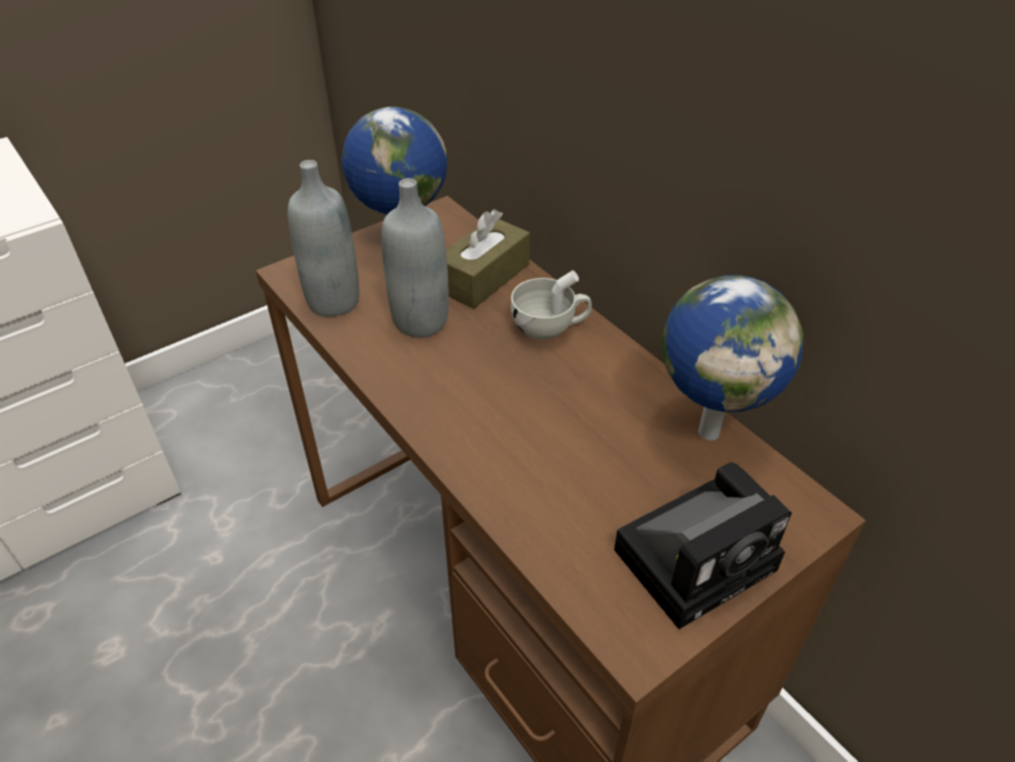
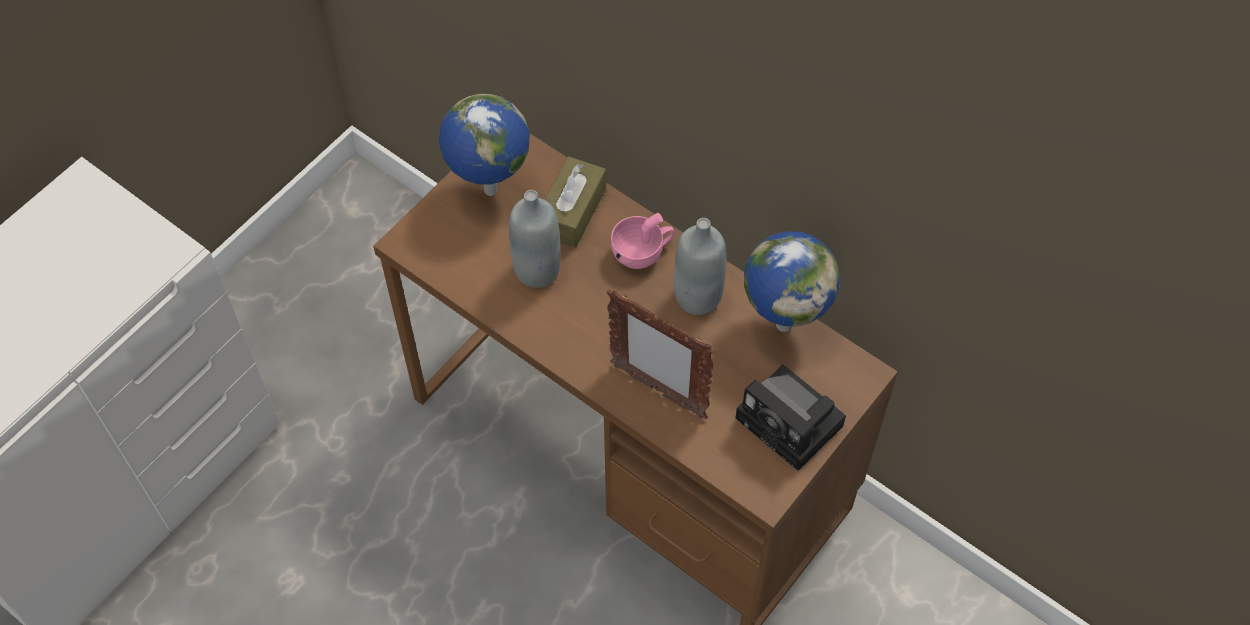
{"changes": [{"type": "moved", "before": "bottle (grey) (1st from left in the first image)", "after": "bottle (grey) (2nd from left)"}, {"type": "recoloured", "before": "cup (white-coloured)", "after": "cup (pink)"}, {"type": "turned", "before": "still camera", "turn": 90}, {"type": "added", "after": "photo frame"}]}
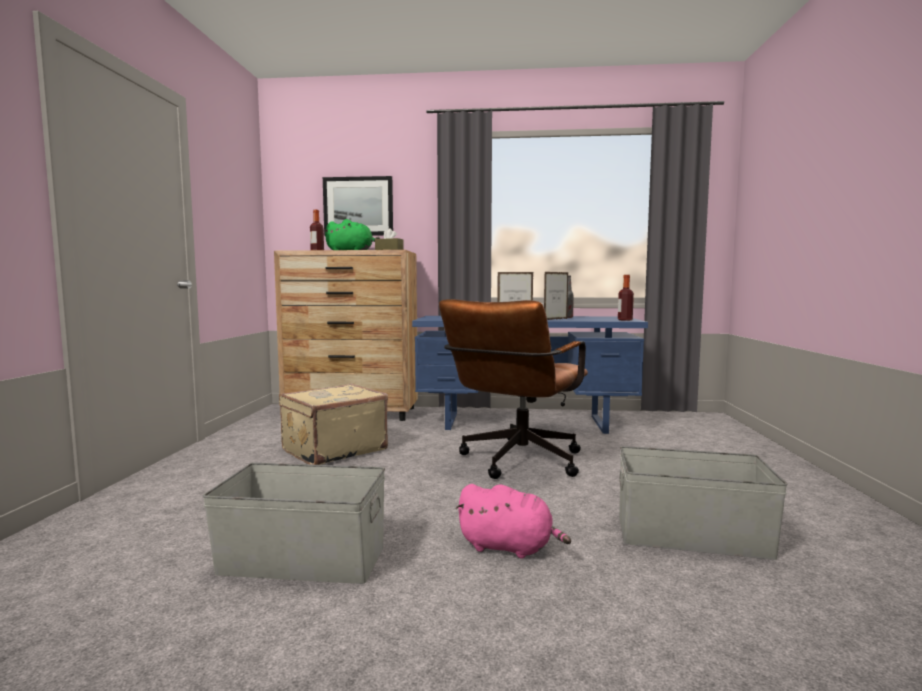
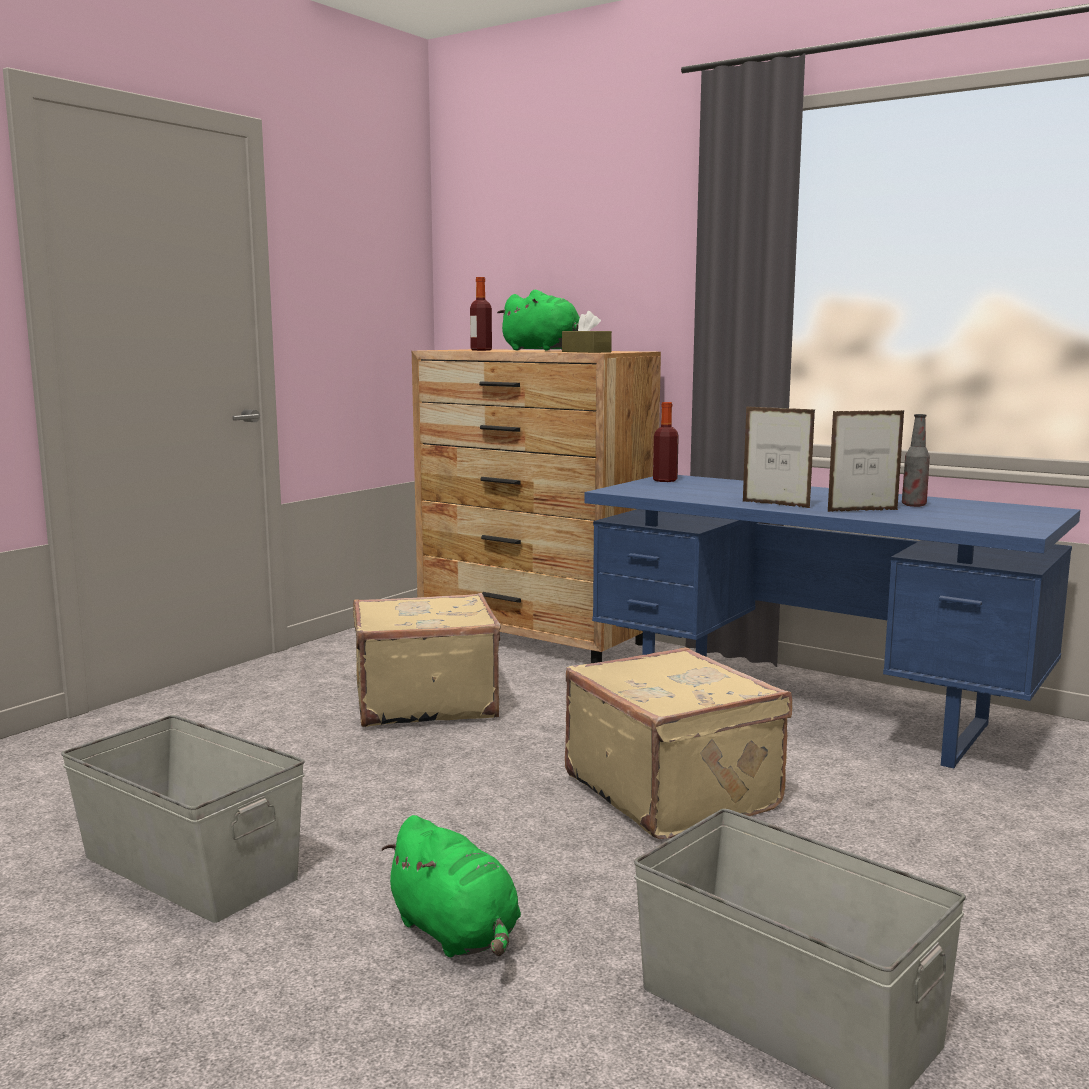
{"changes": [{"type": "removed", "before": "wall picture"}, {"type": "moved", "before": "bottle (3rd from left in the first image)", "after": "bottle (2nd from left)"}, {"type": "replaced", "before": "office chair (brownish)", "after": "suitcase (beige) (2nd from left)"}, {"type": "recoloured", "before": "plush toy (pink)", "after": "plush toy (green-coloured) (1st from left)"}]}
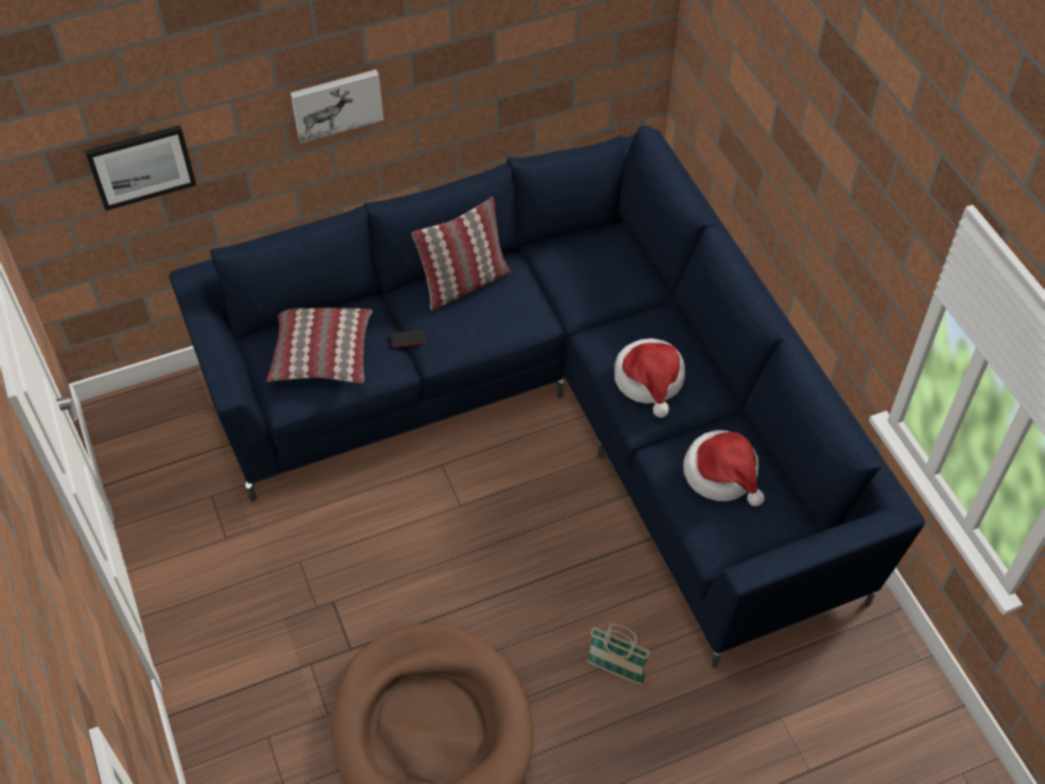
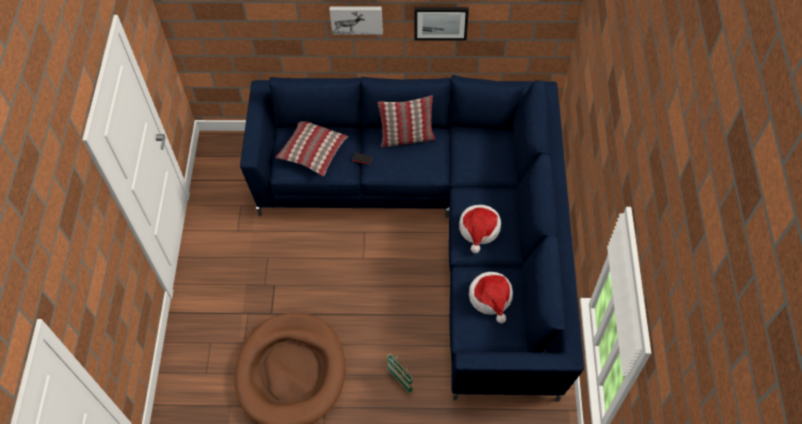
{"changes": [{"type": "moved", "before": "wall picture (1st from left in the first image)", "after": "wall picture (2nd from left)"}]}
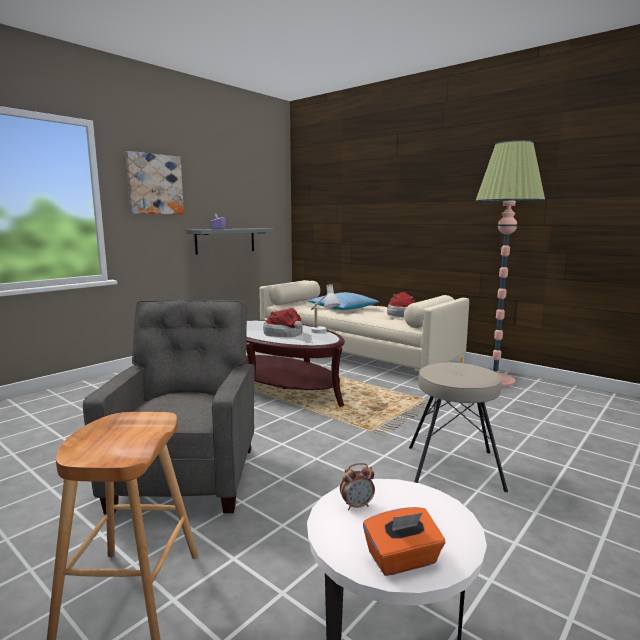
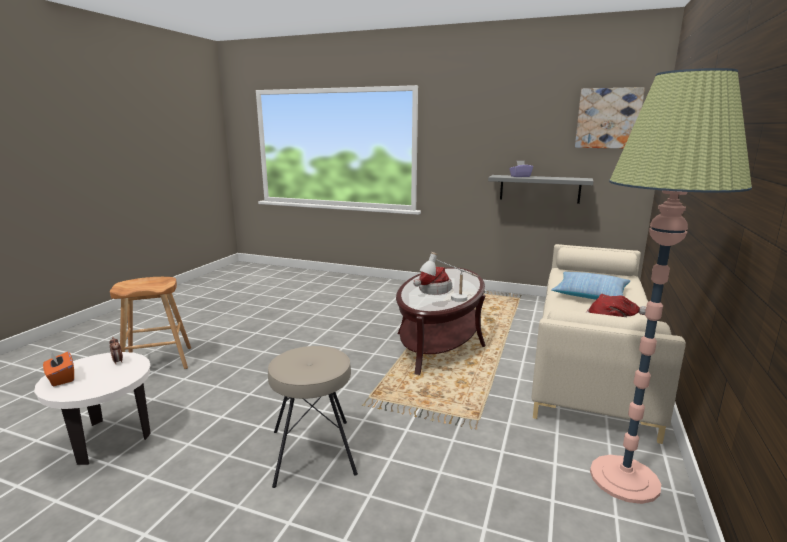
{"changes": [{"type": "moved", "before": "wall picture"}, {"type": "removed", "before": "lounge chair (grey)"}]}
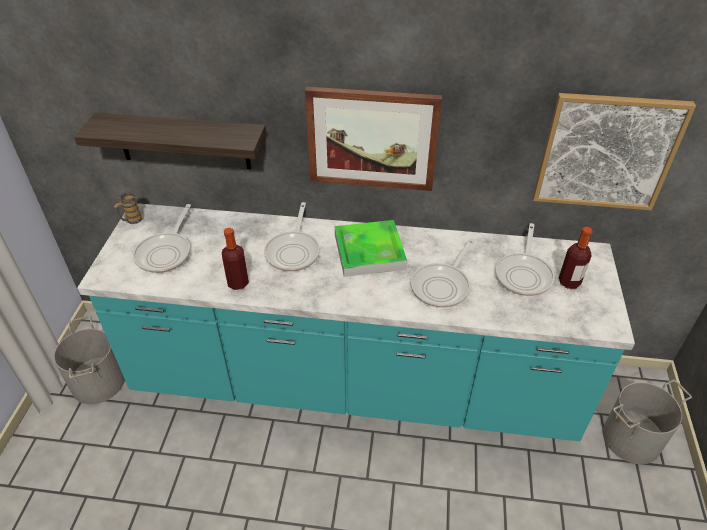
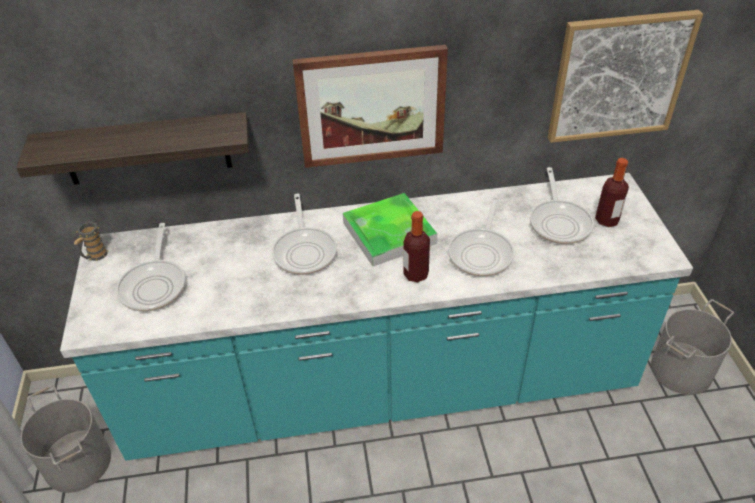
{"changes": [{"type": "moved", "before": "bottle (1st from left)"}]}
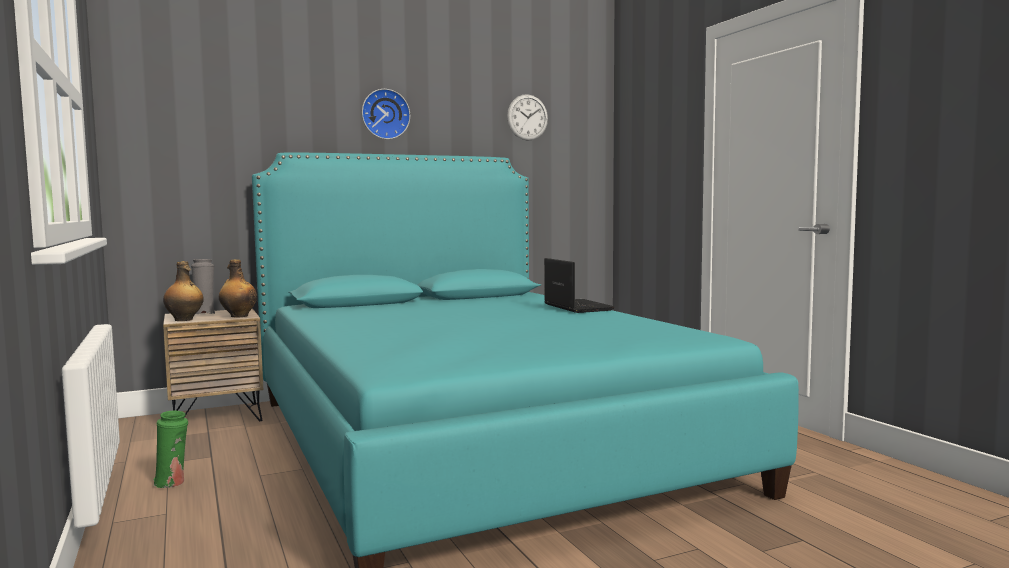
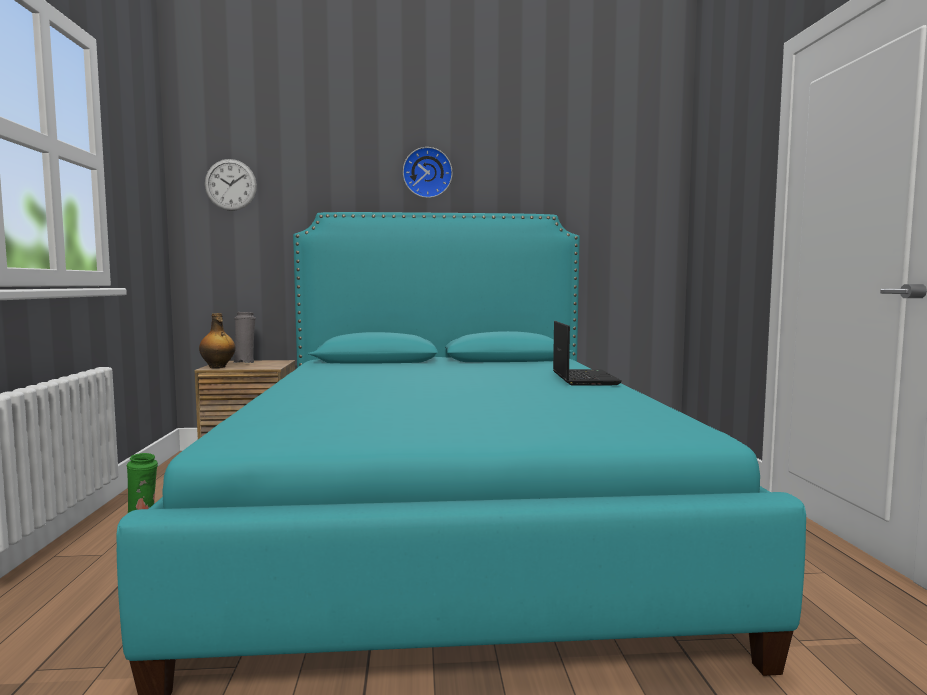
{"changes": [{"type": "moved", "before": "clock on the wall (2nd from left in the first image)", "after": "clock on the wall (1st from left)"}, {"type": "removed", "before": "bottle (2nd from left)"}]}
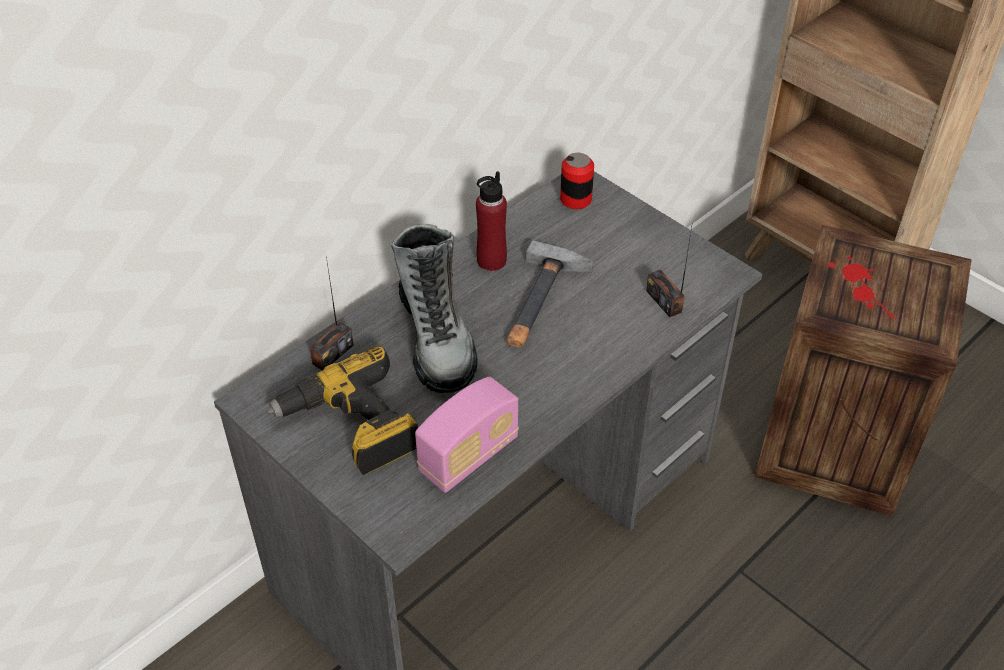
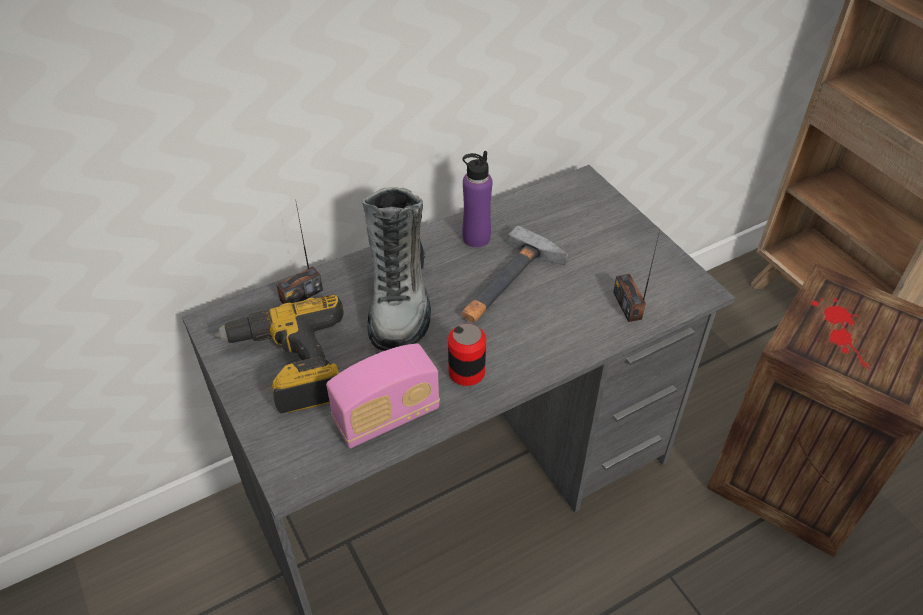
{"changes": [{"type": "moved", "before": "sealed can"}, {"type": "recoloured", "before": "bottle (red)", "after": "bottle (purplish)"}]}
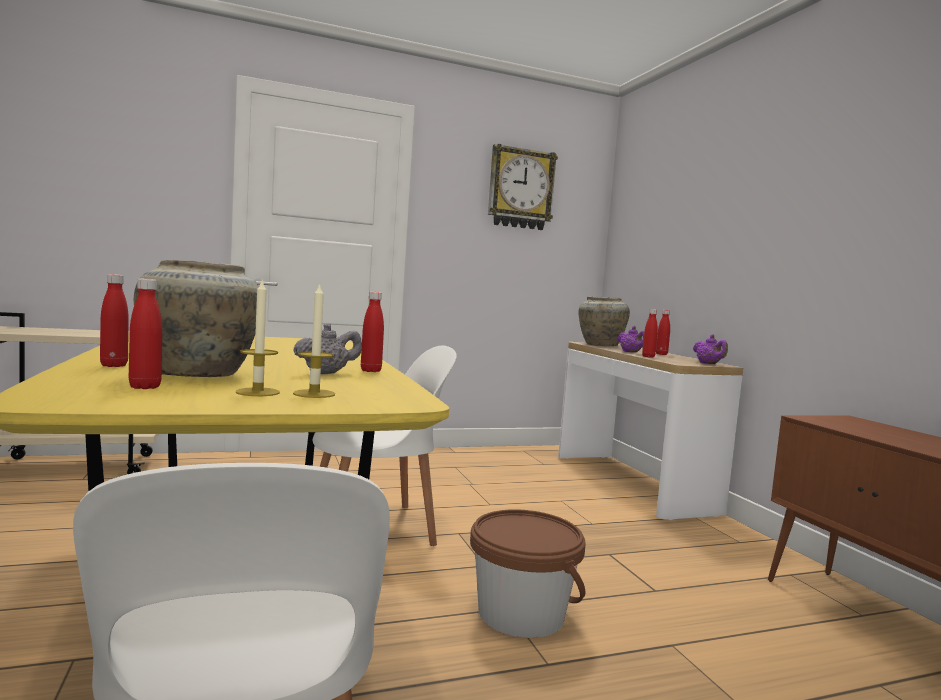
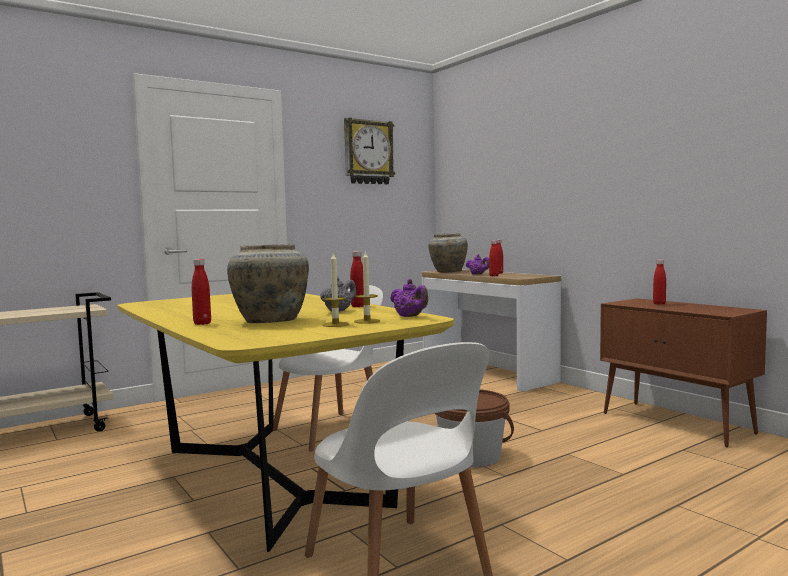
{"changes": [{"type": "moved", "before": "bottle (red) (2nd from left in the first image)", "after": "bottle (red) (5th from left)"}, {"type": "moved", "before": "pot for tea (purplish) (2nd from left in the first image)", "after": "pot for tea (purplish) (1st from left)"}]}
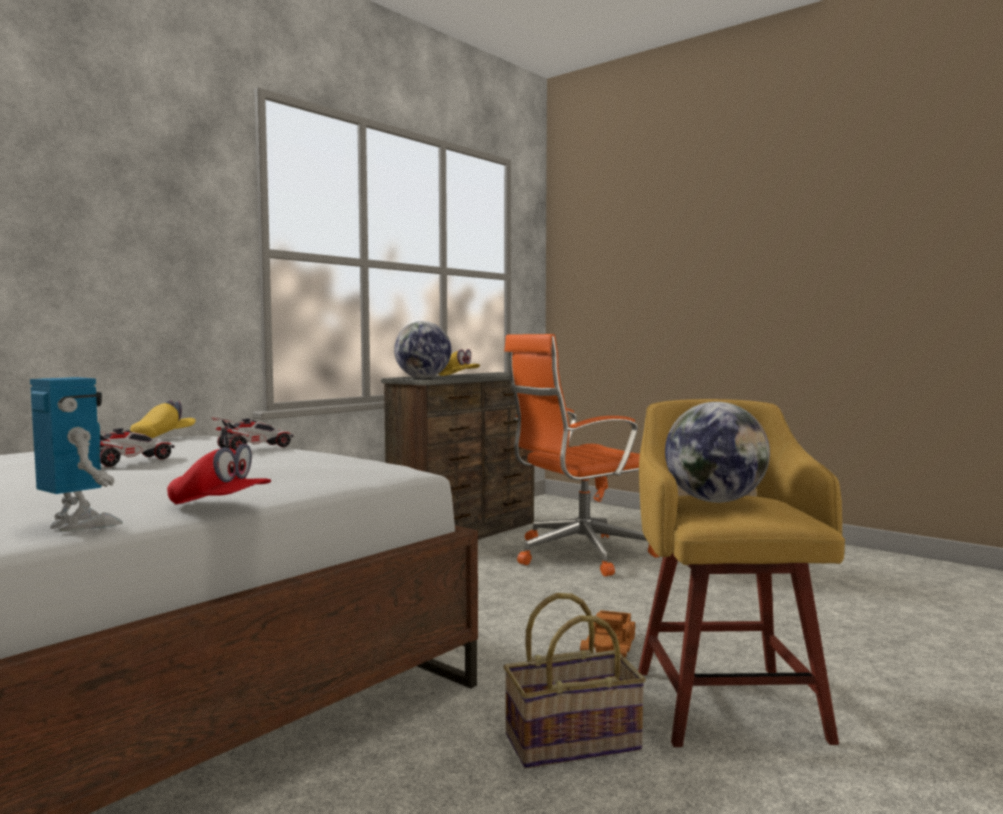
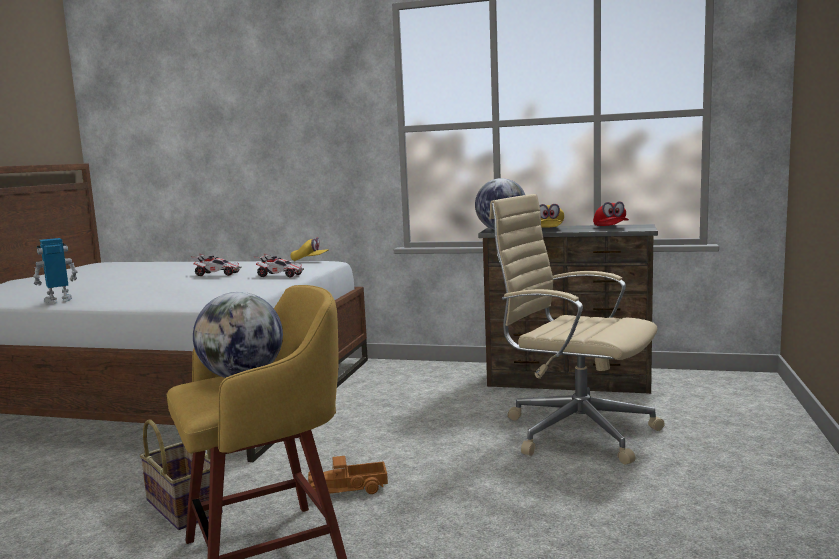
{"changes": [{"type": "recoloured", "before": "office chair (orange)", "after": "office chair (beige)"}, {"type": "turned", "before": "robot figure", "turn": -135}, {"type": "moved", "before": "peaked cap (red)"}]}
